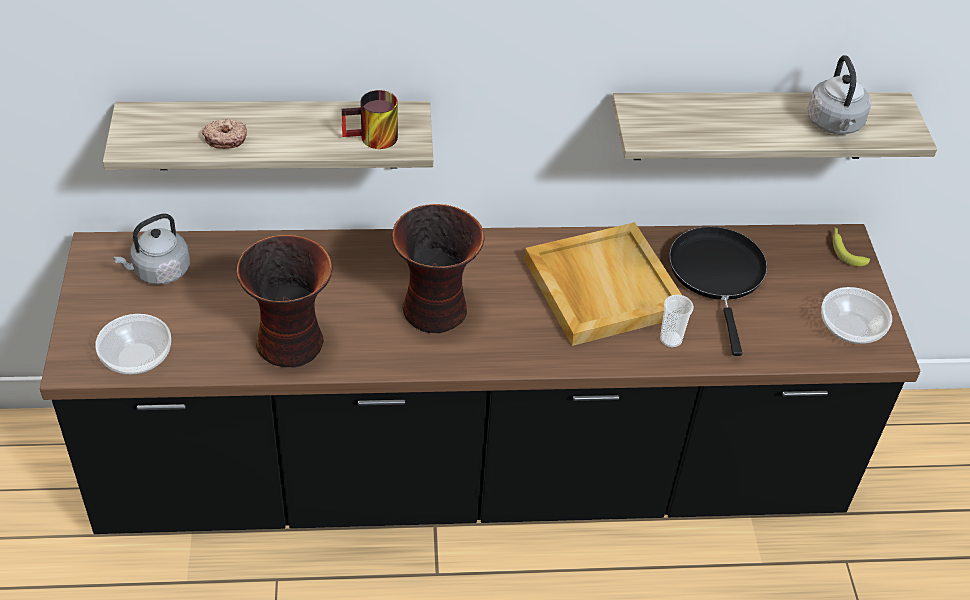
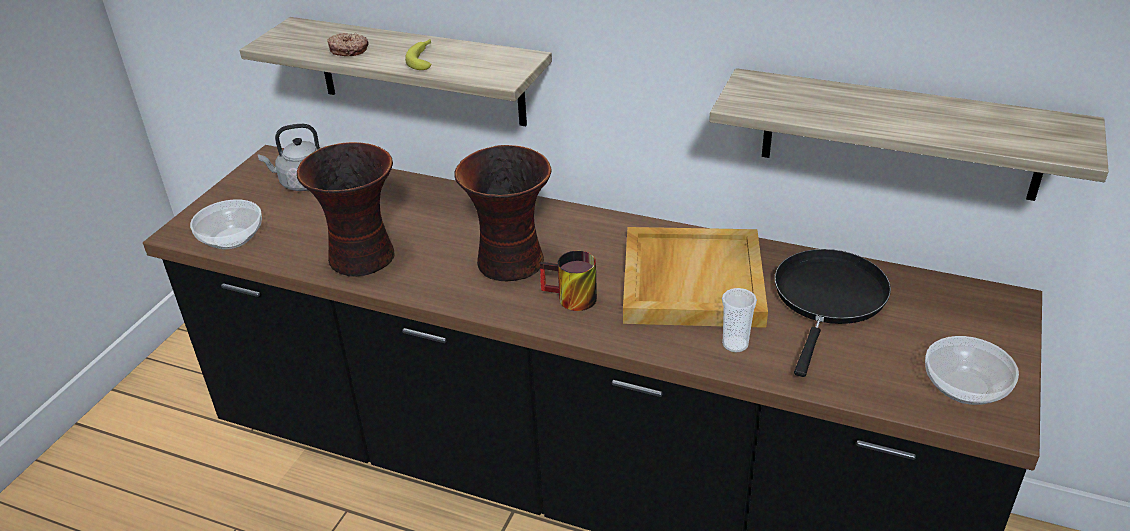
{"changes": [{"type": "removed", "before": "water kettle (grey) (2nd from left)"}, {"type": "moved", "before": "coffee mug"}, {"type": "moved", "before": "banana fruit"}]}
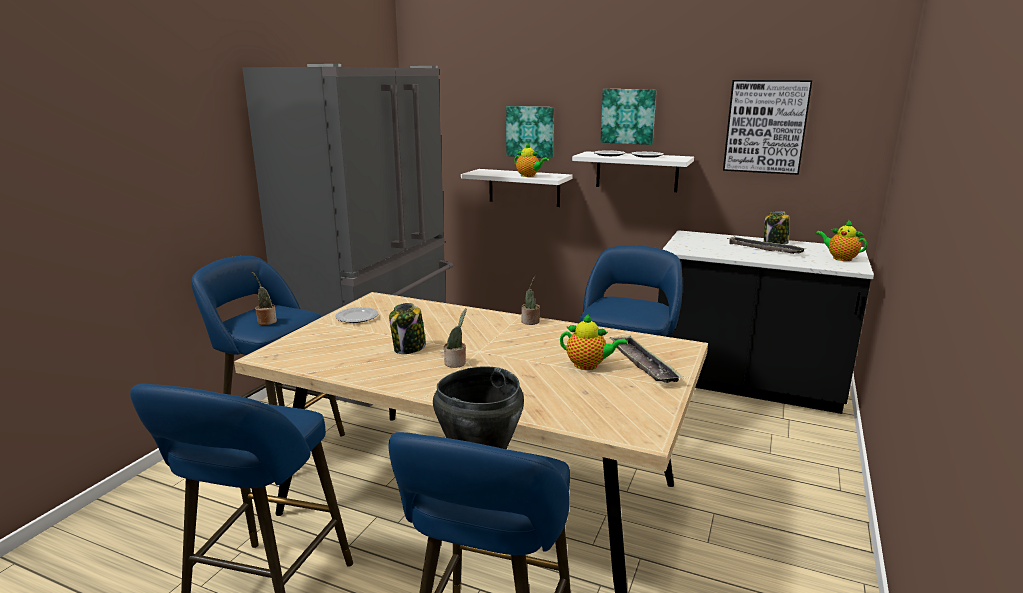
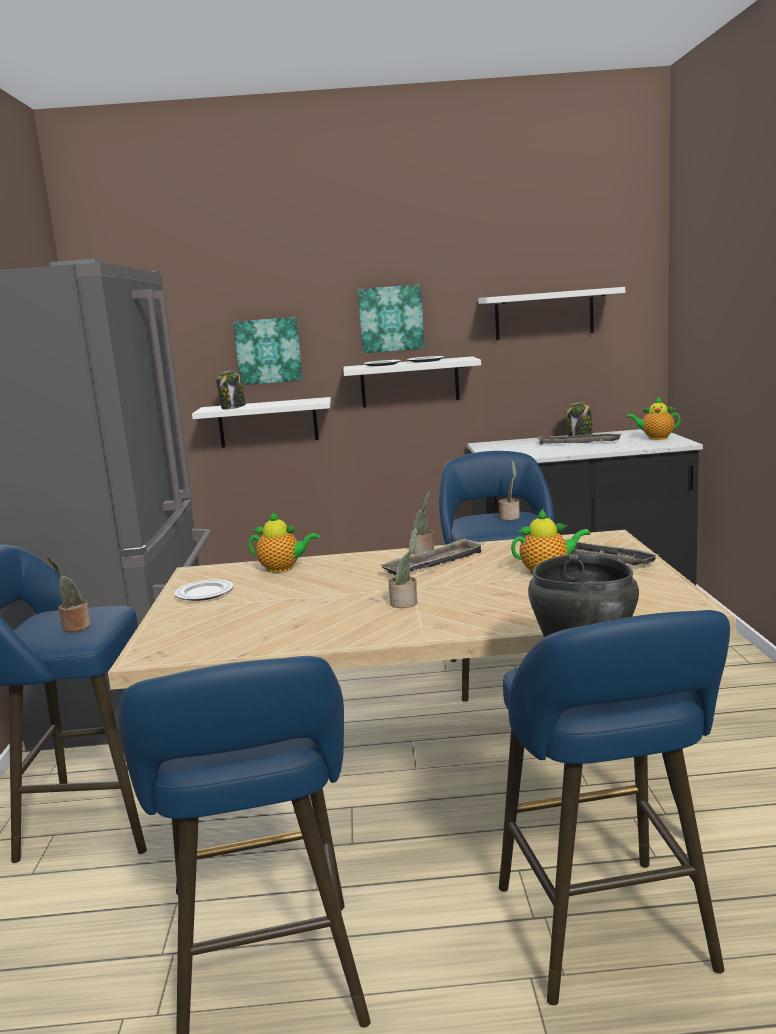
{"changes": [{"type": "replaced", "before": "wall picture (3rd from left)", "after": "wall shelf (white-coloured) (3rd from left)"}, {"type": "moved", "before": "pot for tea (1st from left)"}, {"type": "moved", "before": "storage jar (1st from left)"}, {"type": "added", "after": "potted plant (4th from left)"}, {"type": "added", "after": "carrying tray (1st from left)"}]}
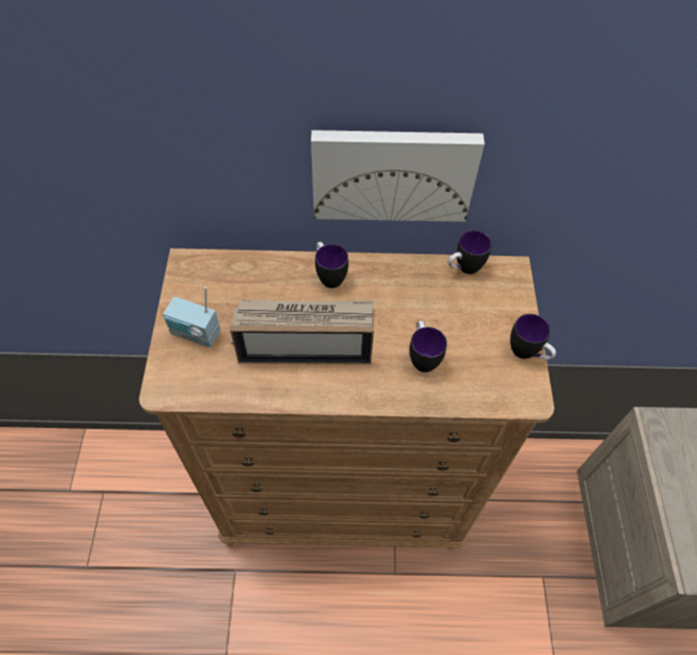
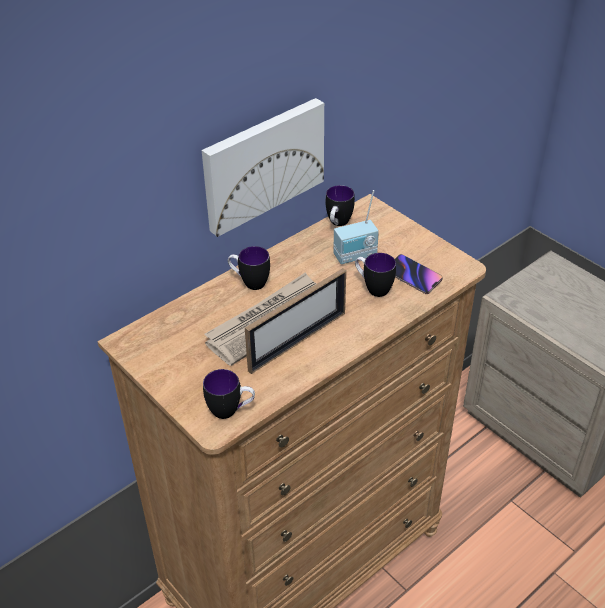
{"changes": [{"type": "moved", "before": "radio set"}, {"type": "moved", "before": "coffee mug (4th from left in the first image)", "after": "coffee mug (1st from left)"}, {"type": "added", "after": "handset"}]}
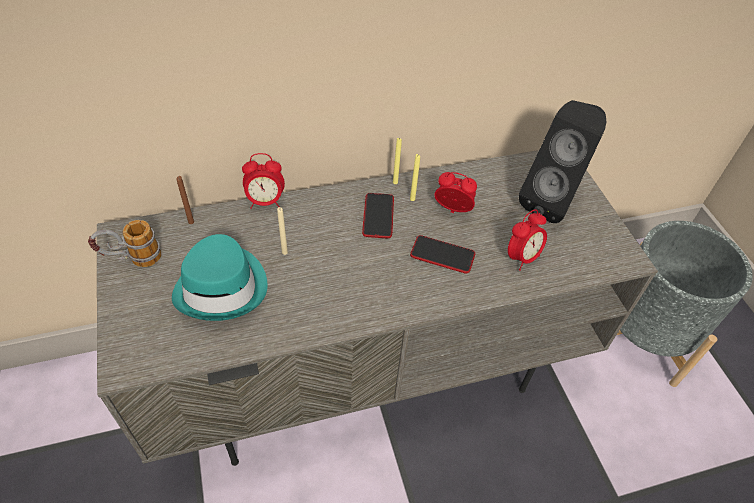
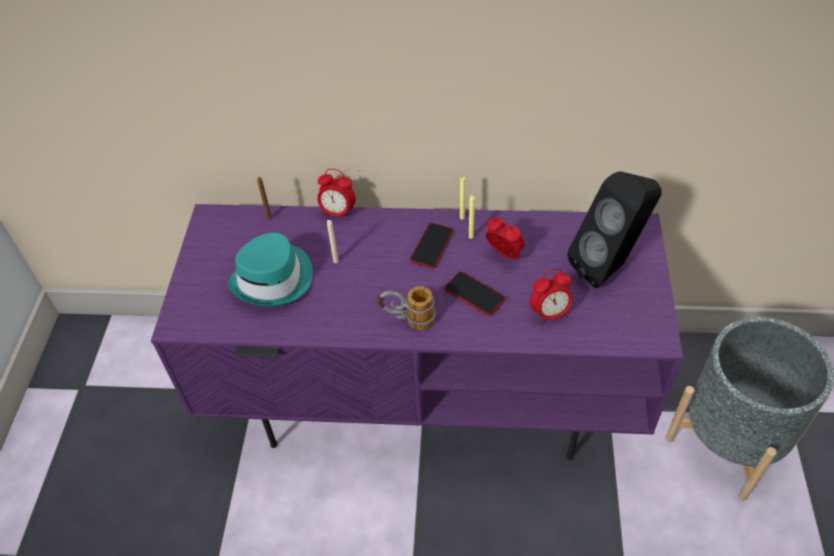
{"changes": [{"type": "recoloured", "before": "media console (grey)", "after": "media console (purplish)"}, {"type": "moved", "before": "coffee mug"}]}
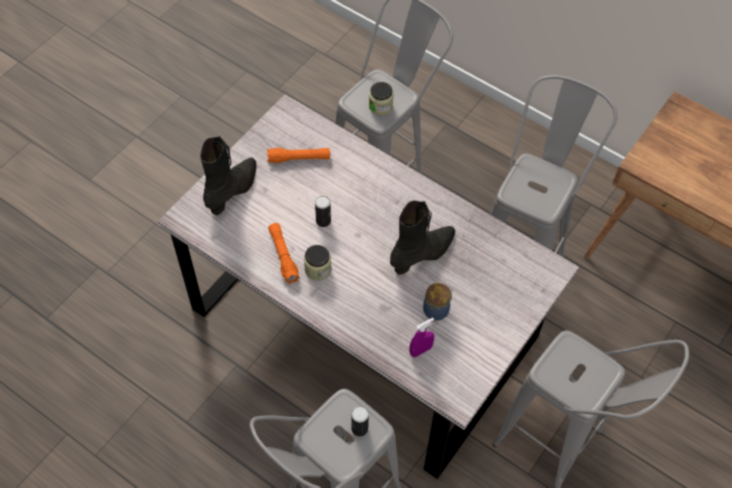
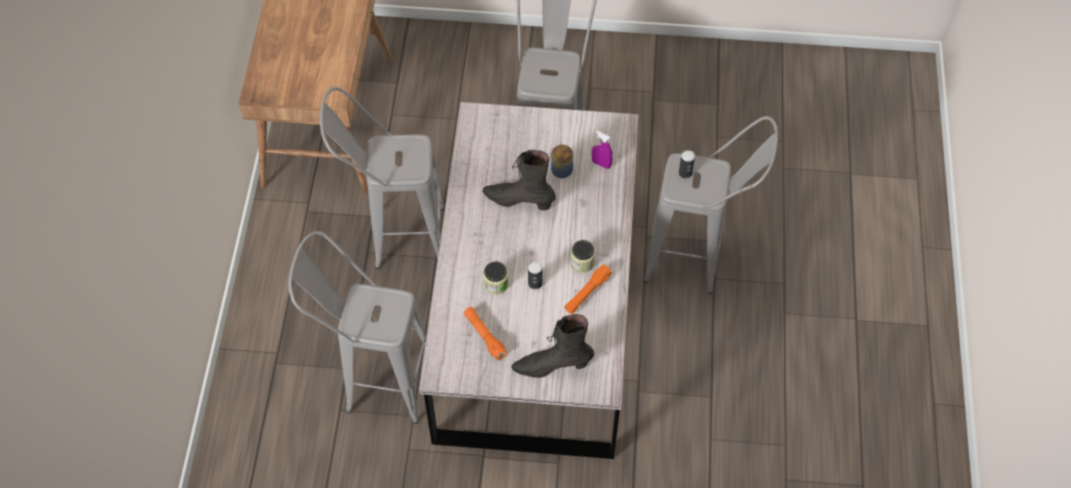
{"changes": [{"type": "moved", "before": "storage jar (2nd from left in the first image)", "after": "storage jar (1st from left)"}]}
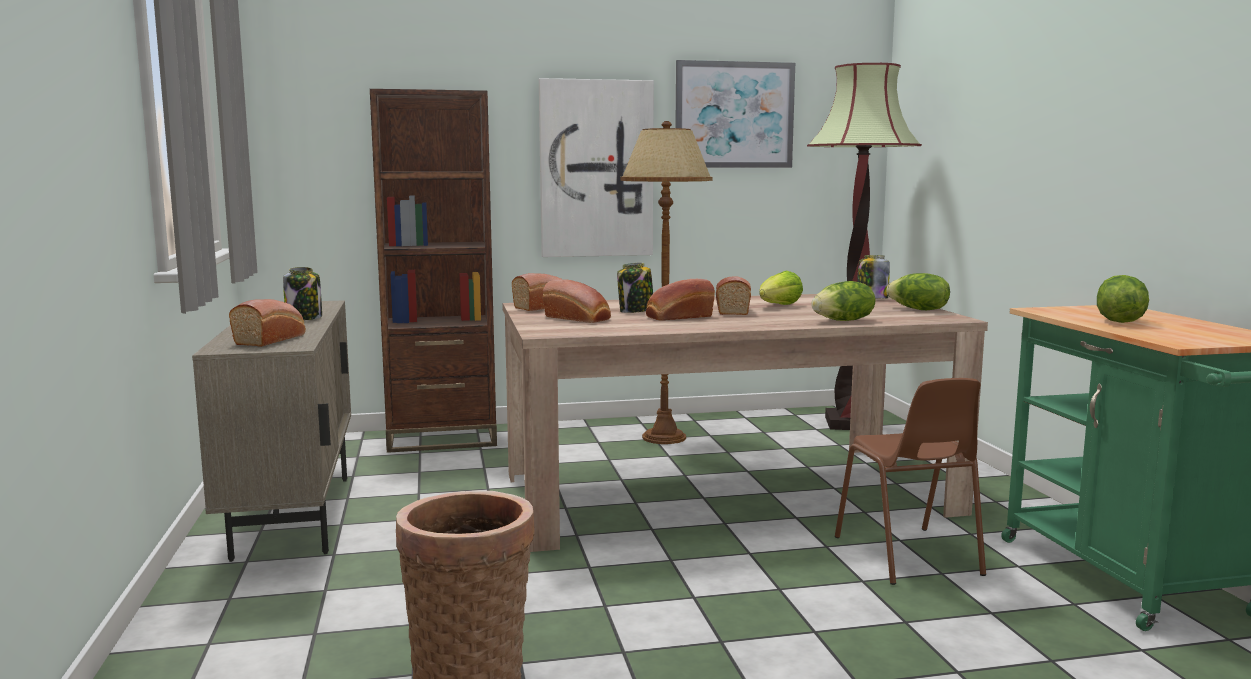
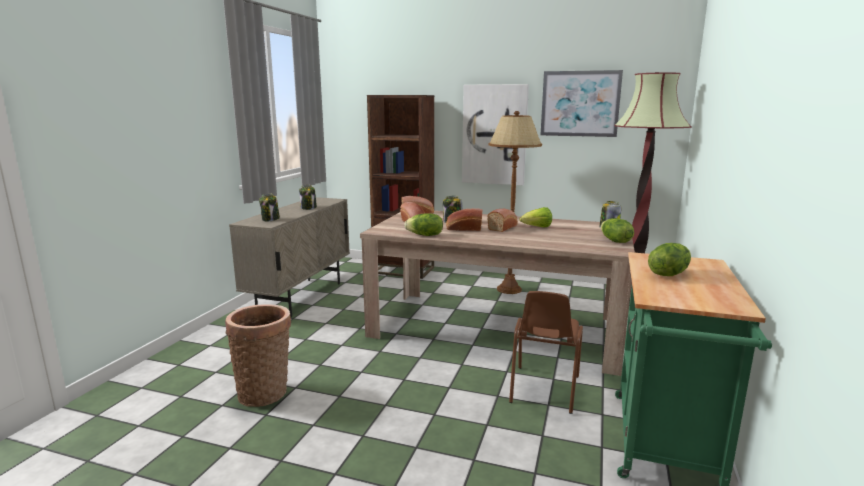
{"changes": [{"type": "moved", "before": "head of lettuce (2nd from left in the first image)", "after": "head of lettuce (1st from left)"}, {"type": "replaced", "before": "bread (1st from left)", "after": "storage jar (1st from left)"}]}
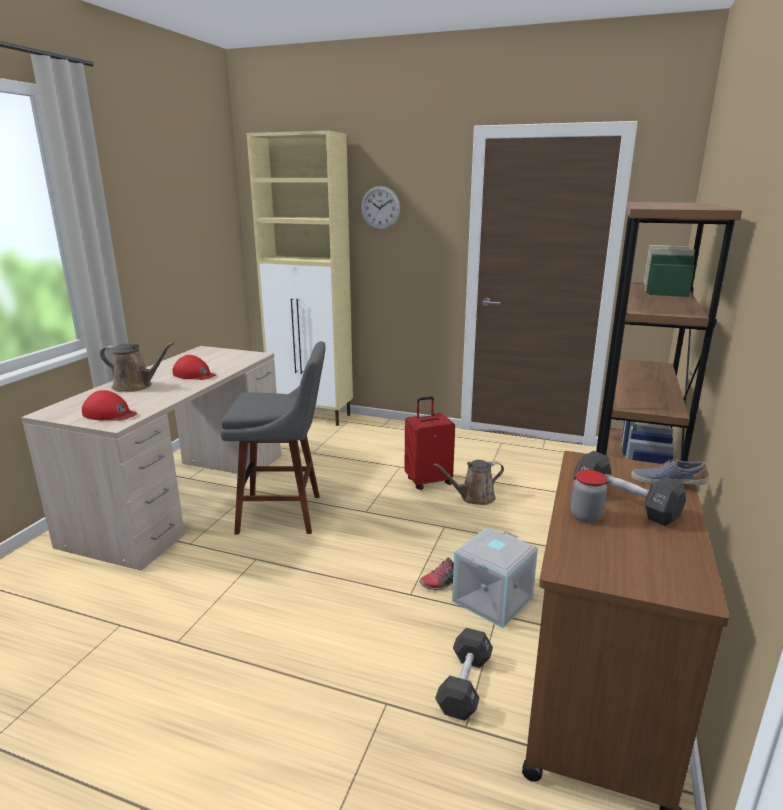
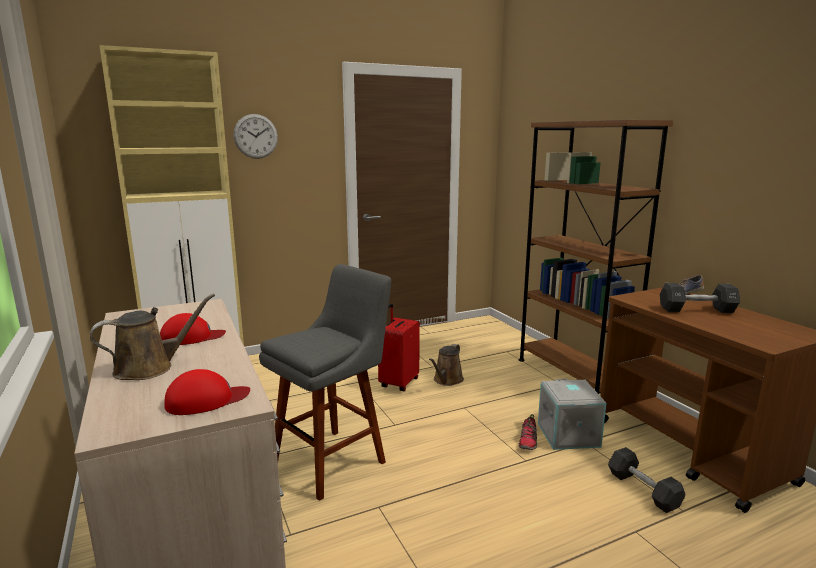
{"changes": [{"type": "removed", "before": "storage jar"}]}
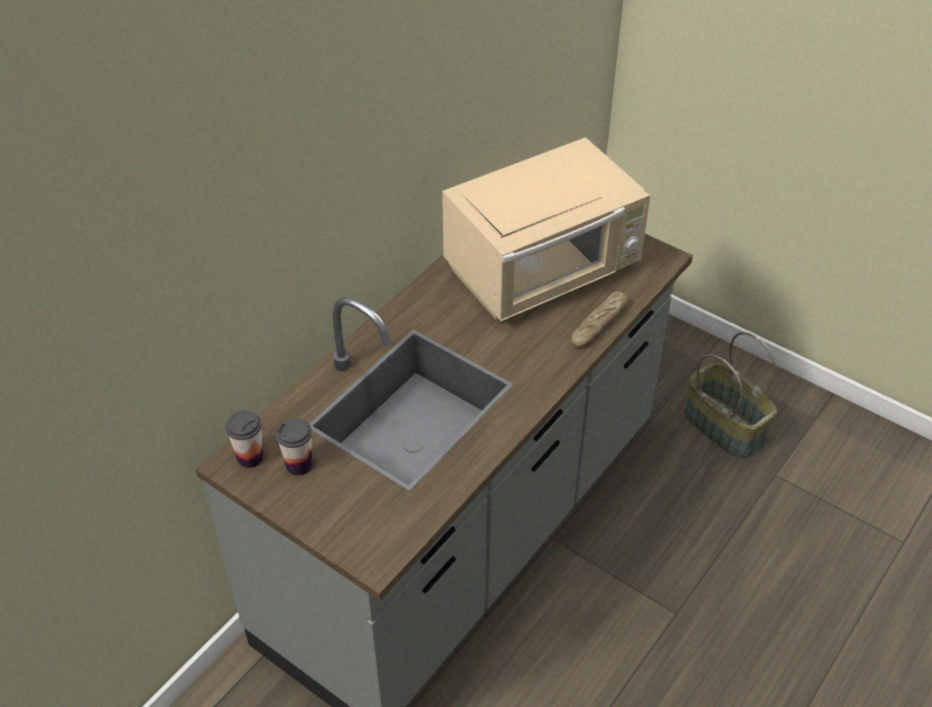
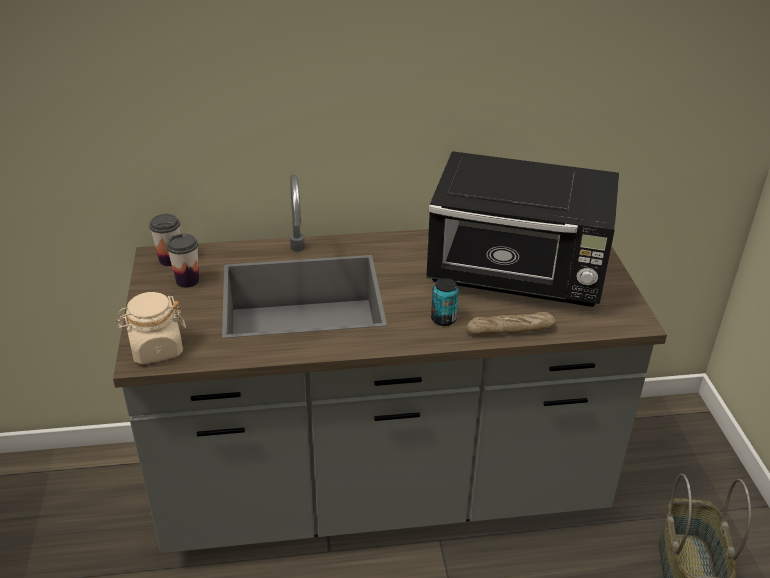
{"changes": [{"type": "recoloured", "before": "microwave oven (beige)", "after": "microwave oven (black)"}, {"type": "added", "after": "sealed can"}, {"type": "added", "after": "storage jar (beige)"}]}
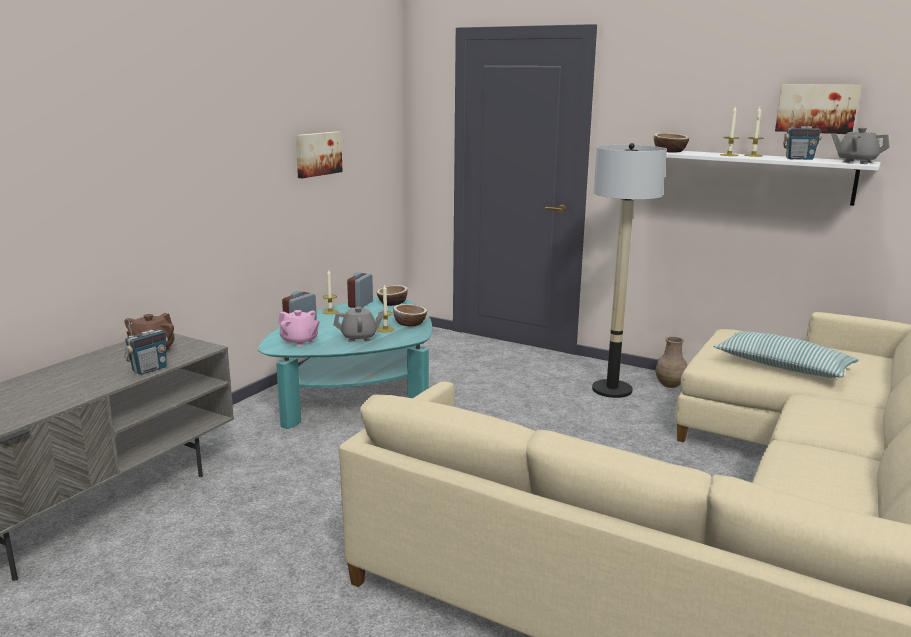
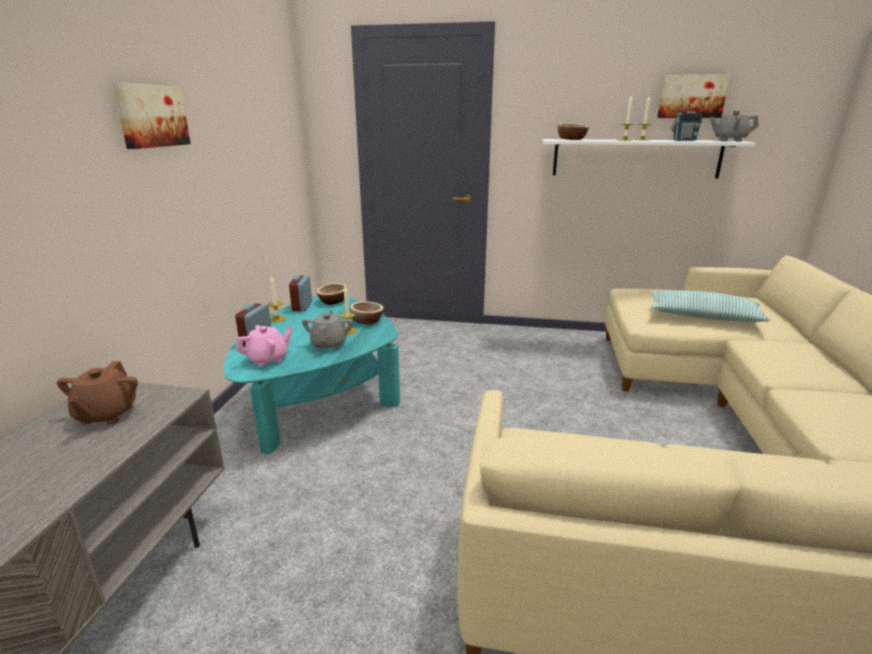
{"changes": [{"type": "moved", "before": "wall picture (1st from left)"}, {"type": "removed", "before": "floor lamp"}, {"type": "turned", "before": "pot for tea (grey) (1st from left)", "turn": -60}, {"type": "turned", "before": "pot for tea (pink)", "turn": -45}, {"type": "removed", "before": "radio set (1st from left)"}, {"type": "removed", "before": "vase (brownish)"}]}
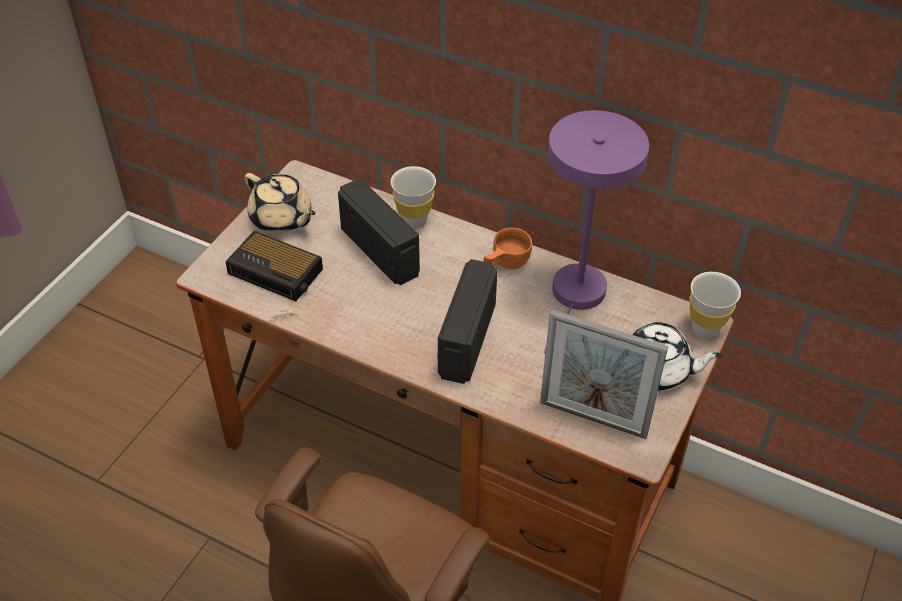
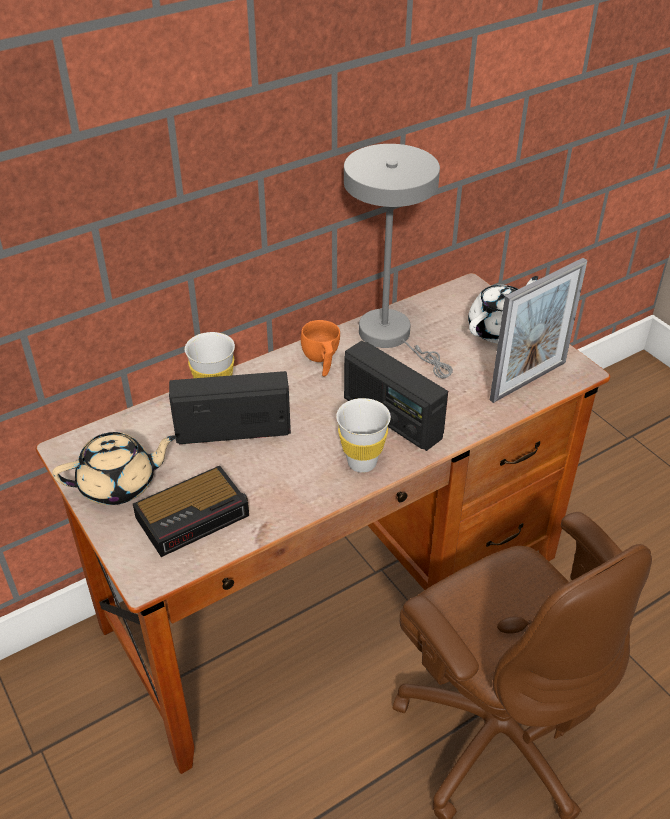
{"changes": [{"type": "recoloured", "before": "lamp for a table (purplish)", "after": "lamp for a table (grey)"}, {"type": "moved", "before": "cup (white-coloured) (2nd from left)"}]}
